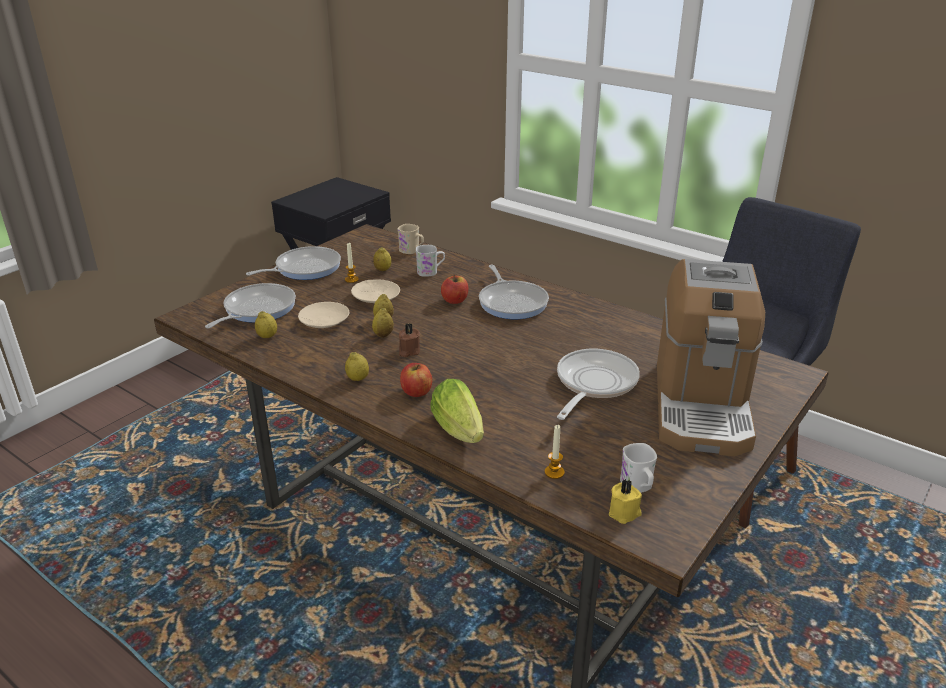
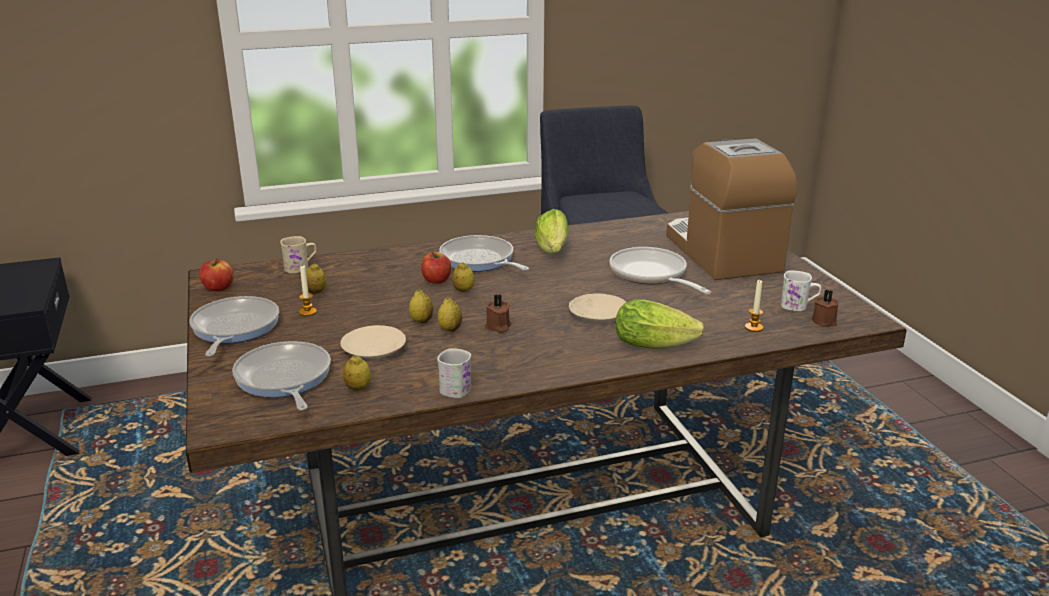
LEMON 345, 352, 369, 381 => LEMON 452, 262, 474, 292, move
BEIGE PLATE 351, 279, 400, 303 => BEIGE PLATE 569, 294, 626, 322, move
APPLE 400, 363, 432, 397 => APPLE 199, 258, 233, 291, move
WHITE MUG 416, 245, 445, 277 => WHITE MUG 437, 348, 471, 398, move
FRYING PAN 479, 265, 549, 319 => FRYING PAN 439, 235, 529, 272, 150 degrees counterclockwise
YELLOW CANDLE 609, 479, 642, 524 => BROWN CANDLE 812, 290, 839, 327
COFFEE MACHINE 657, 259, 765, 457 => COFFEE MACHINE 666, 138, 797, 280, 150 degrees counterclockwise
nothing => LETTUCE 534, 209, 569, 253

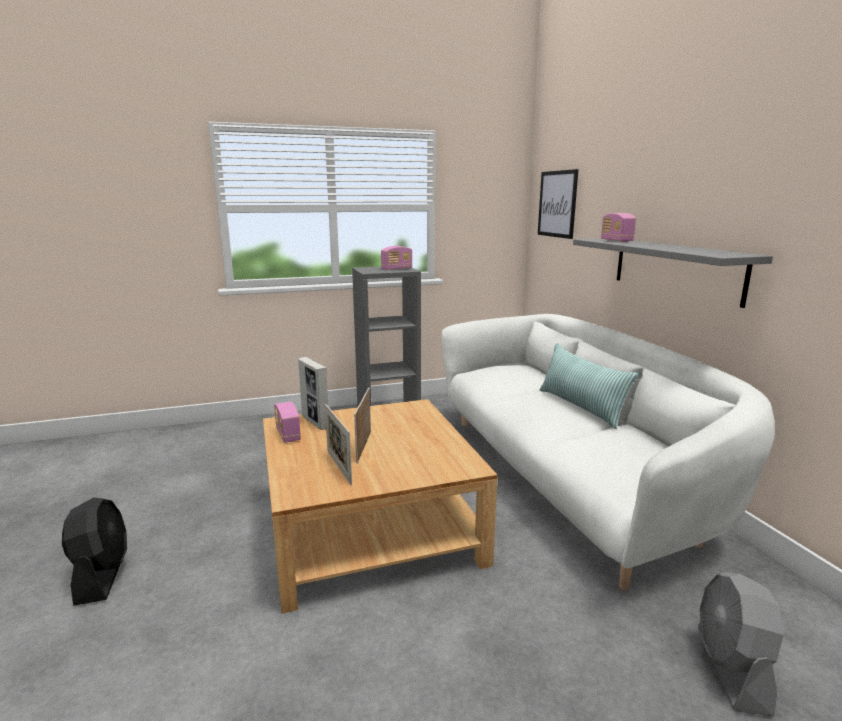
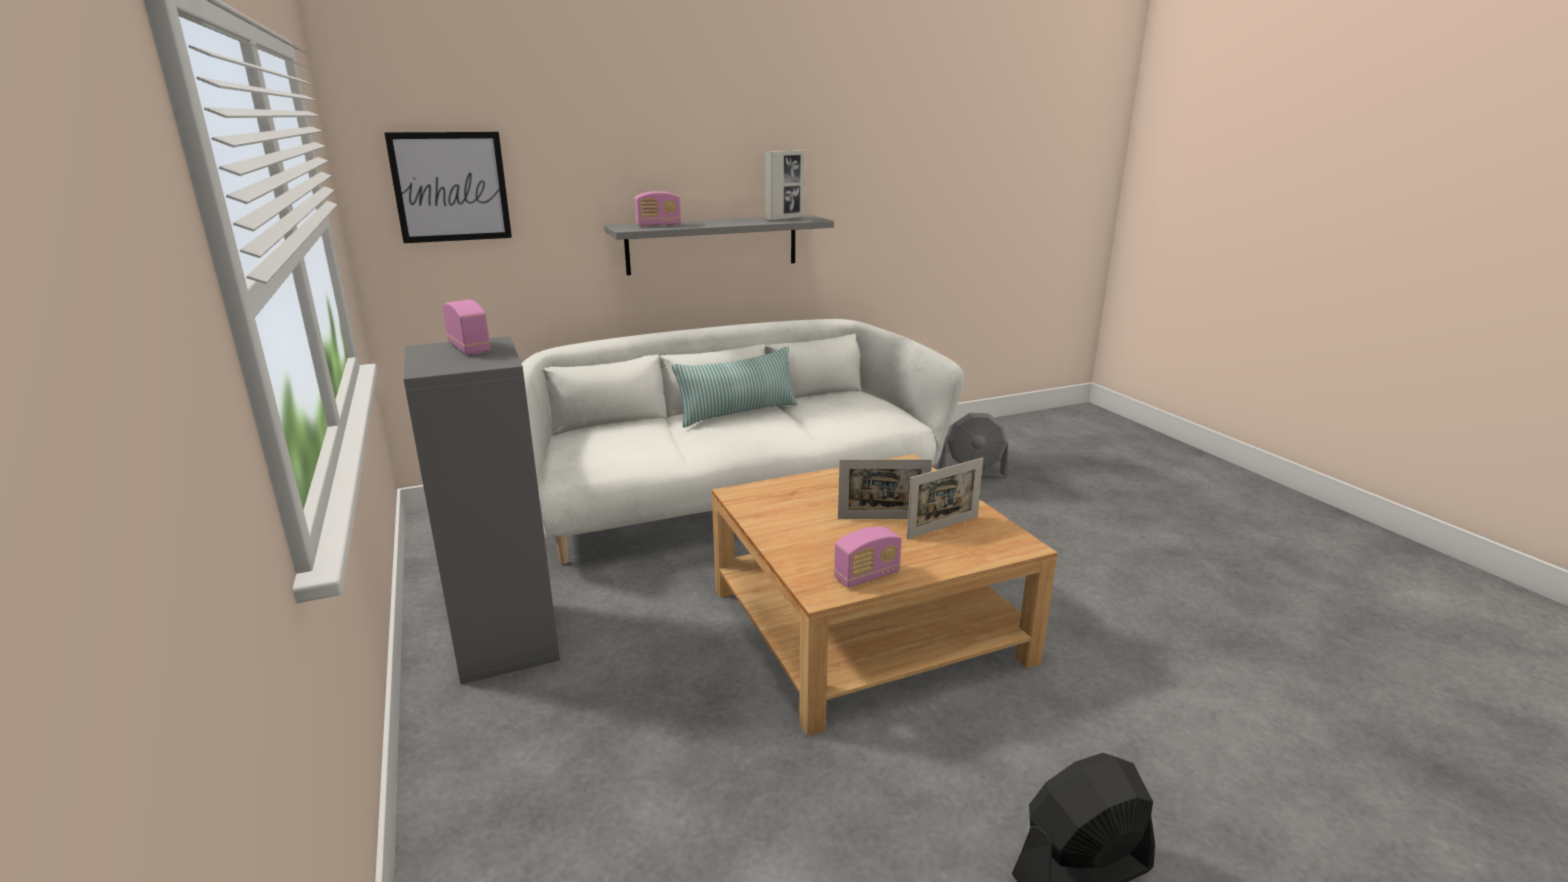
PICTURE FRAME 298, 357, 328, 430 => PICTURE FRAME 765, 150, 804, 221, move

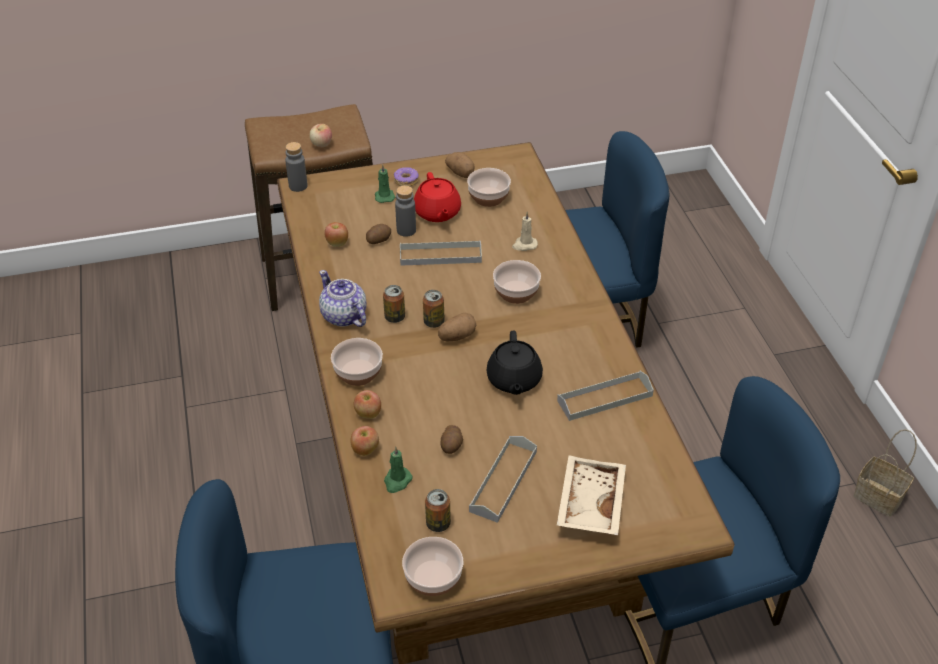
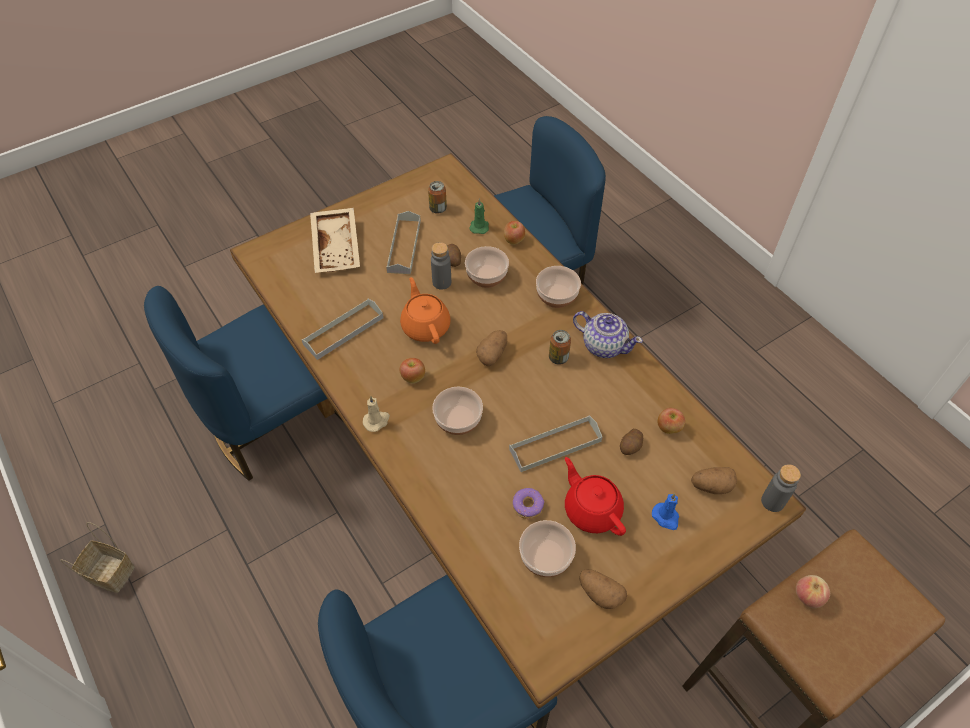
APPLE 354, 390, 381, 419 => APPLE 400, 358, 425, 383, move
GREEN CANDLE 375, 164, 395, 203 => BLUE CANDLE 652, 493, 679, 530
DONUT 394, 167, 419, 187 => DONUT 513, 488, 544, 519, move
GREY BOTTLE 395, 185, 416, 237 => GREY BOTTLE 431, 242, 451, 290, move
BOWL 402, 537, 463, 596 => BOWL 465, 246, 509, 288, move
CAN 423, 290, 445, 328 => nothing
BLACK TEAPOT 486, 331, 543, 395 => ORANGE TEAPOT 400, 277, 451, 344
BEIGE CANDLE 512, 212, 538, 251 => BEIGE CANDLE 363, 396, 390, 432, move
nothing => POTATO 691, 467, 737, 494

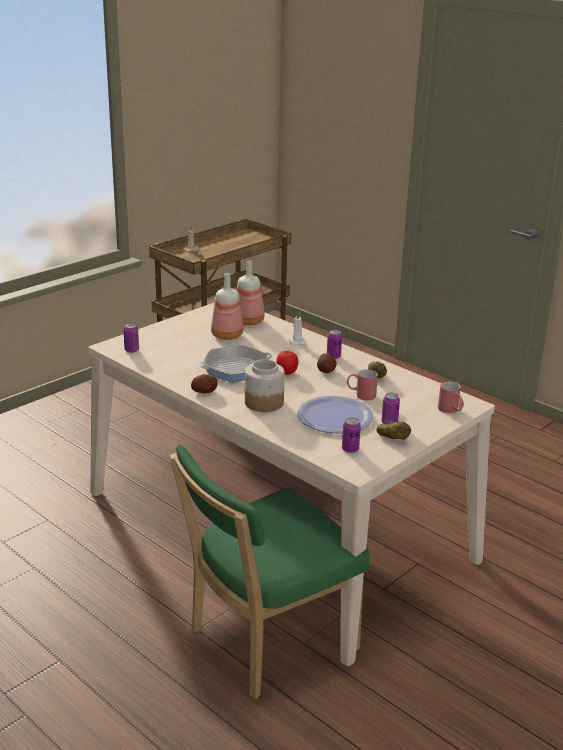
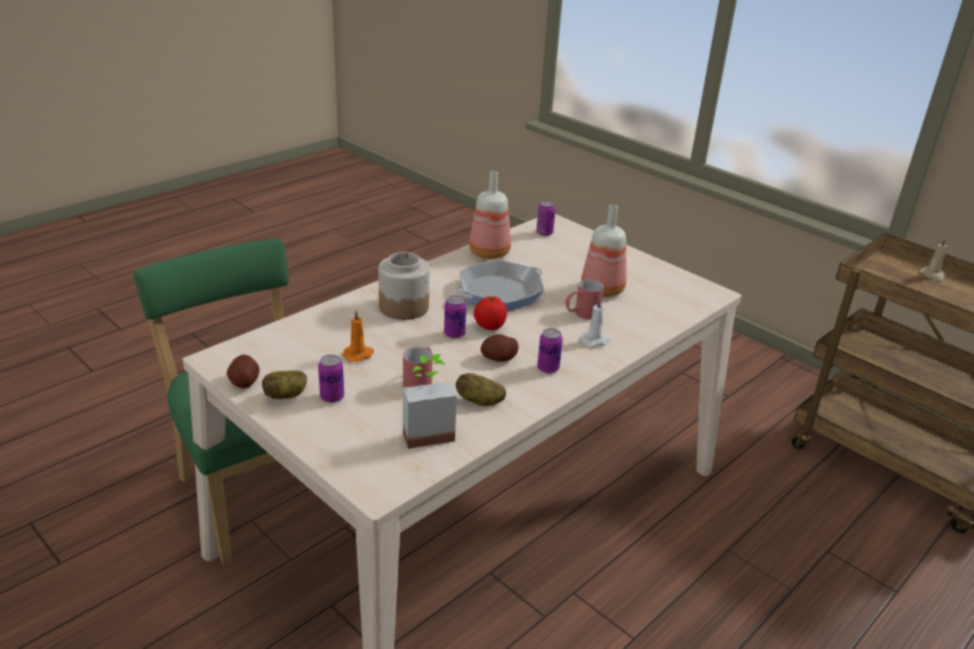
POTATO 191, 374, 218, 393 => POTATO 227, 355, 259, 388, move
FRYING PAN 199, 345, 272, 382 => FRYING PAN 457, 259, 543, 311, 105 degrees counterclockwise
BOTTLE 237, 260, 265, 325 => BOTTLE 469, 171, 511, 259, move
PLATE 297, 396, 374, 433 => ORANGE CANDLE 343, 309, 374, 362
CAN 342, 418, 361, 453 => CAN 444, 295, 466, 339, move
RED MUG 438, 382, 464, 413 => RED MUG 565, 279, 604, 320, move
nothing => POTTED PLANT 403, 354, 457, 449

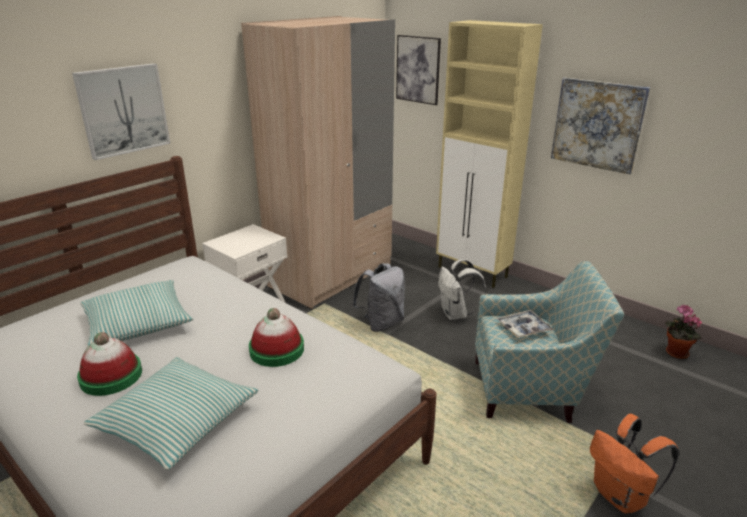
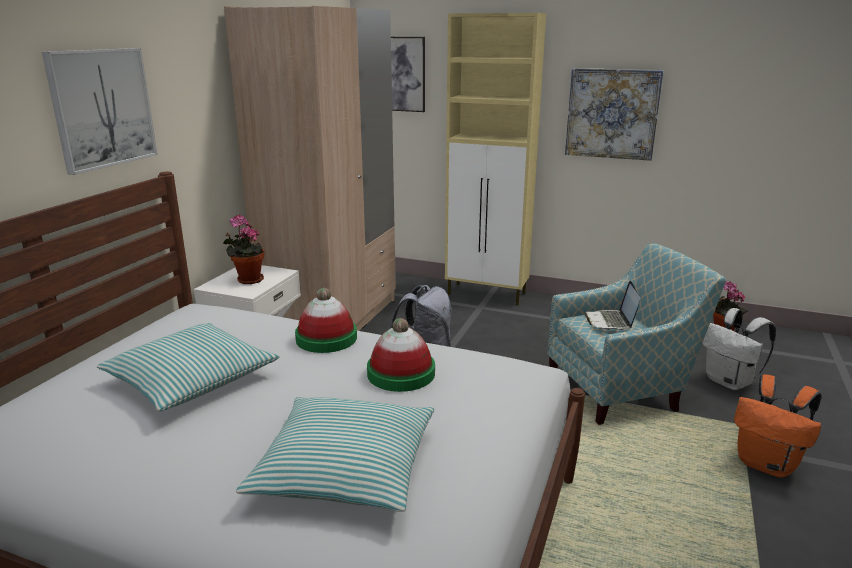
HAT 77, 332, 142, 396 => HAT 295, 288, 357, 353, move
WHITE BACKPACK 438, 259, 486, 320 => WHITE BACKPACK 702, 308, 776, 390, move
TRAY 497, 310, 553, 338 => LAPTOP 584, 281, 640, 330
nothing => POTTED PLANT 223, 215, 264, 284

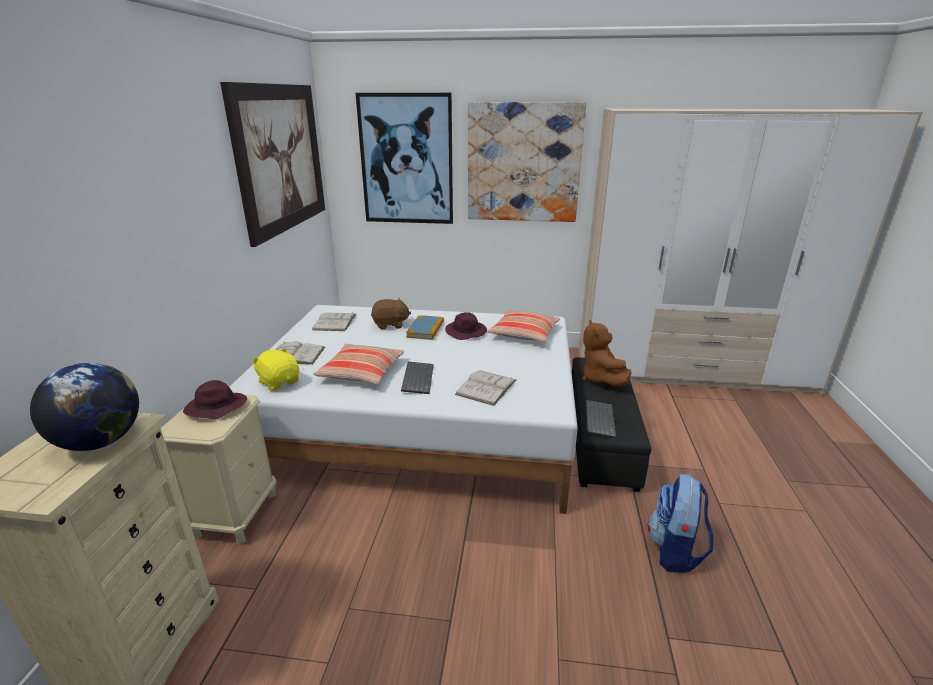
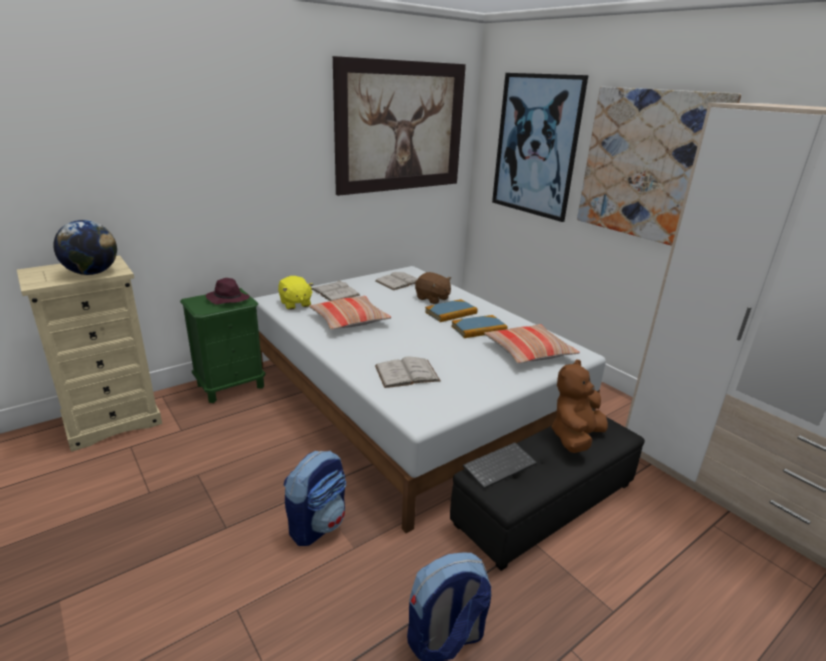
BEIGE NIGHTSTAND 161, 395, 277, 545 => GREEN NIGHTSTAND 180, 288, 266, 403
YELLOW PLUSH TOY 251, 348, 299, 391 => YELLOW PLUSH TOY 278, 276, 313, 310, 150 degrees clockwise
KEYBOARD 401, 362, 434, 394 => nothing
PURPLE HAT 445, 312, 487, 340 => BOOK 451, 315, 508, 338
nothing => BACKPACK 284, 451, 346, 546

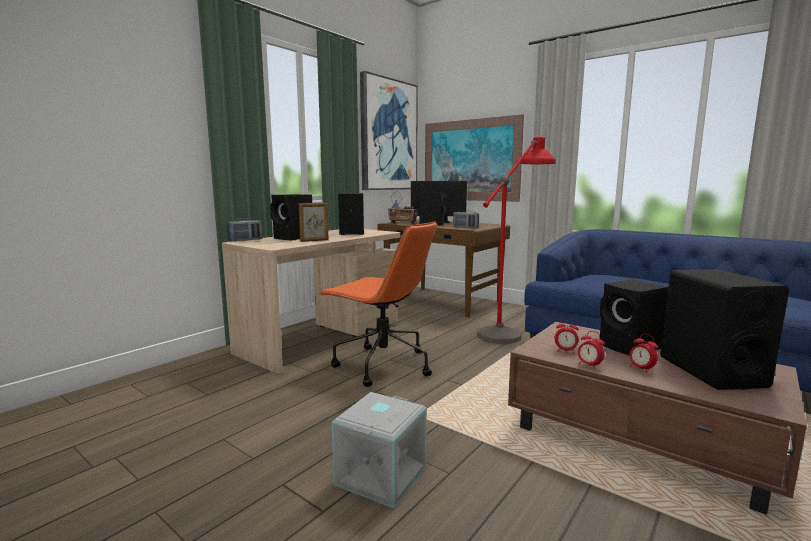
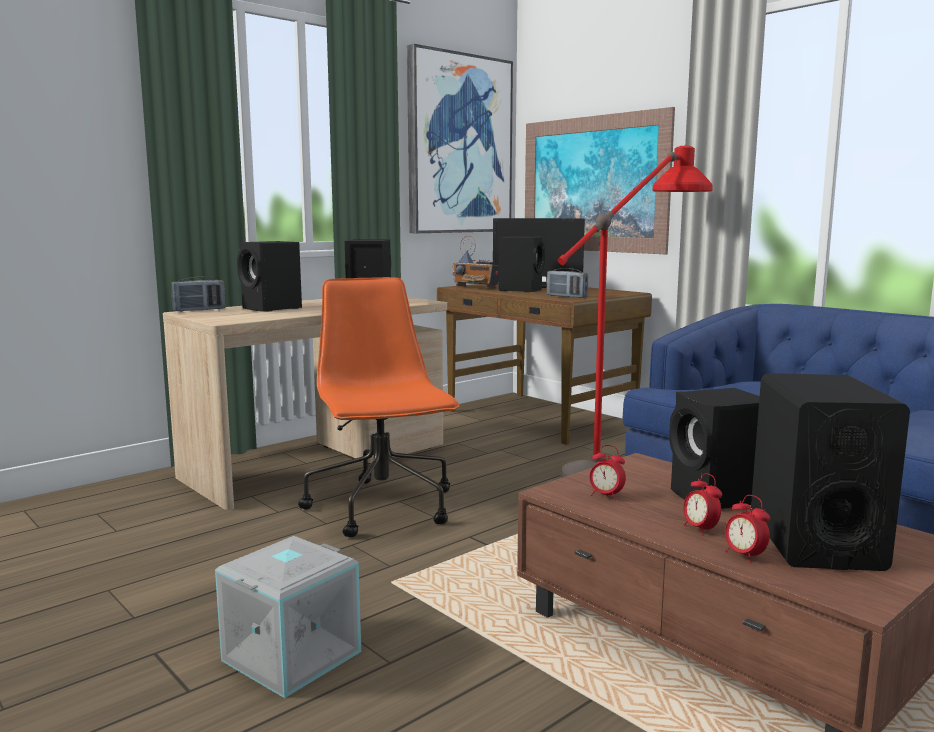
PICTURE FRAME 299, 203, 328, 242 => nothing
ORANGE OFFICE CHAIR 319, 221, 437, 387 => ORANGE OFFICE CHAIR 298, 277, 460, 537, 150 degrees counterclockwise
ALARM CLOCK 578, 331, 605, 368 => ALARM CLOCK 725, 495, 770, 563, move

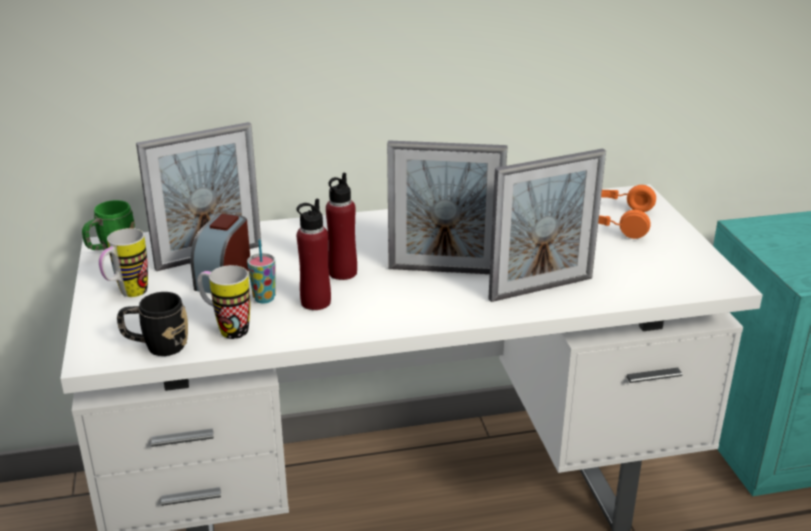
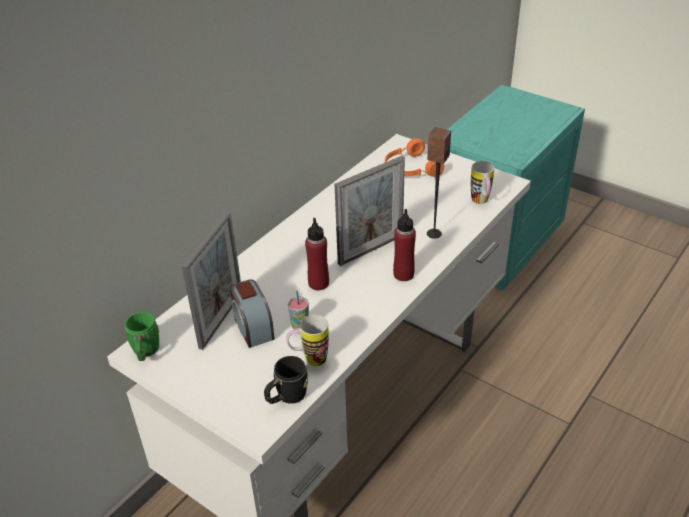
MUG 99, 228, 148, 297 => MUG 471, 161, 494, 204, move
RED BOTTLE 297, 199, 331, 310 => RED BOTTLE 393, 209, 416, 281, move
PICTURE FRAME 488, 149, 606, 302 => SPEAKER 427, 127, 451, 239

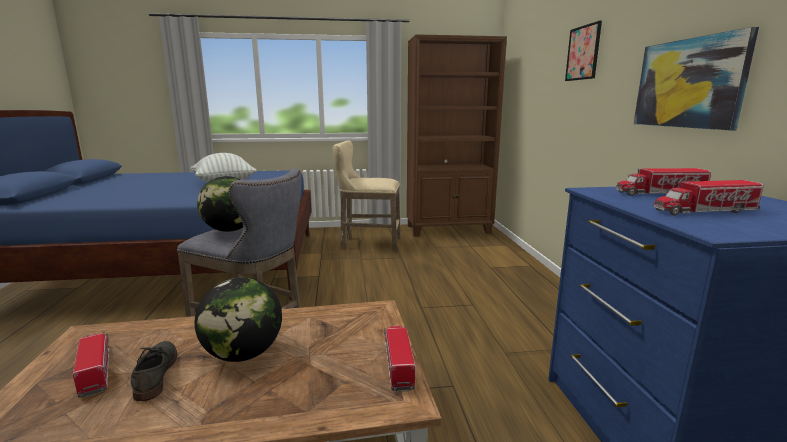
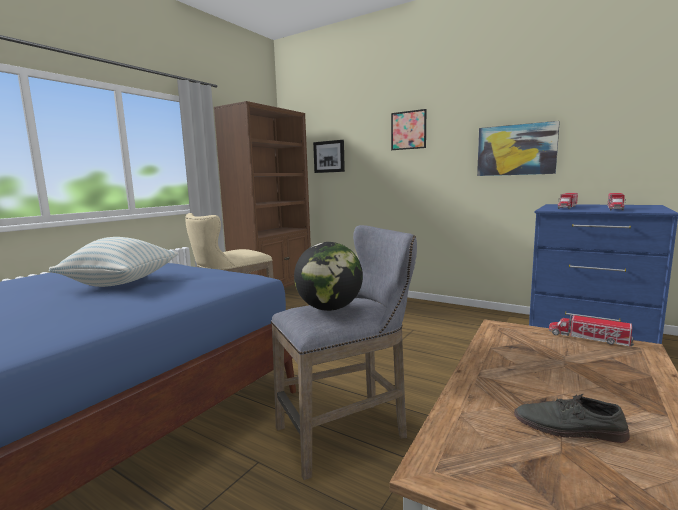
TOY TRUCK 73, 332, 110, 398 => nothing
GLOBE 195, 277, 282, 362 => nothing
nothing => PICTURE 313, 140, 345, 173

